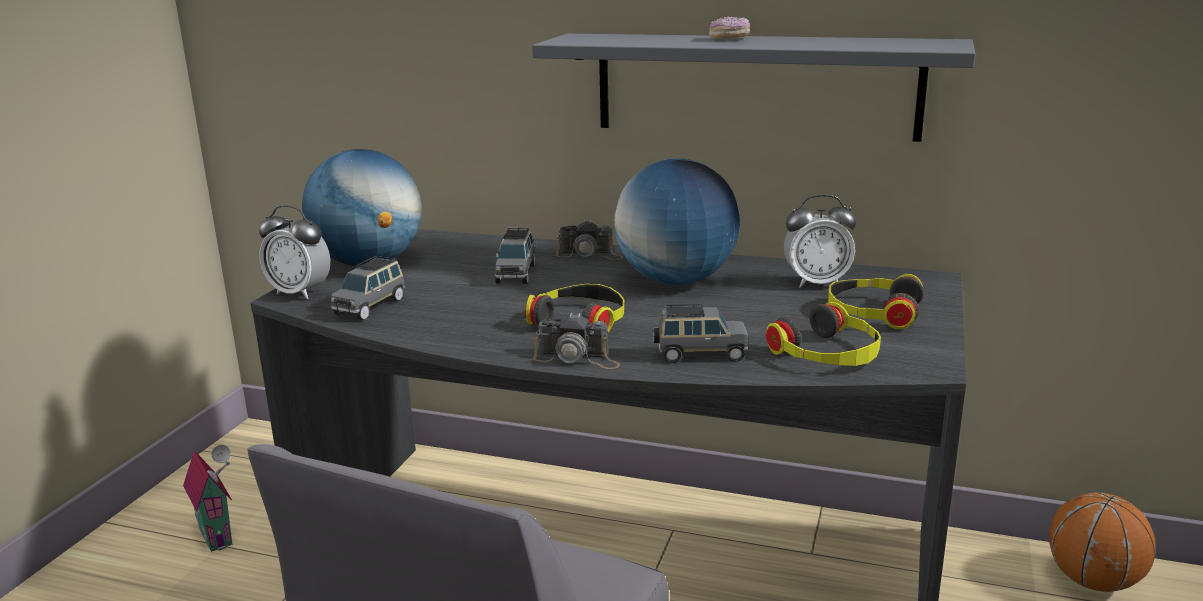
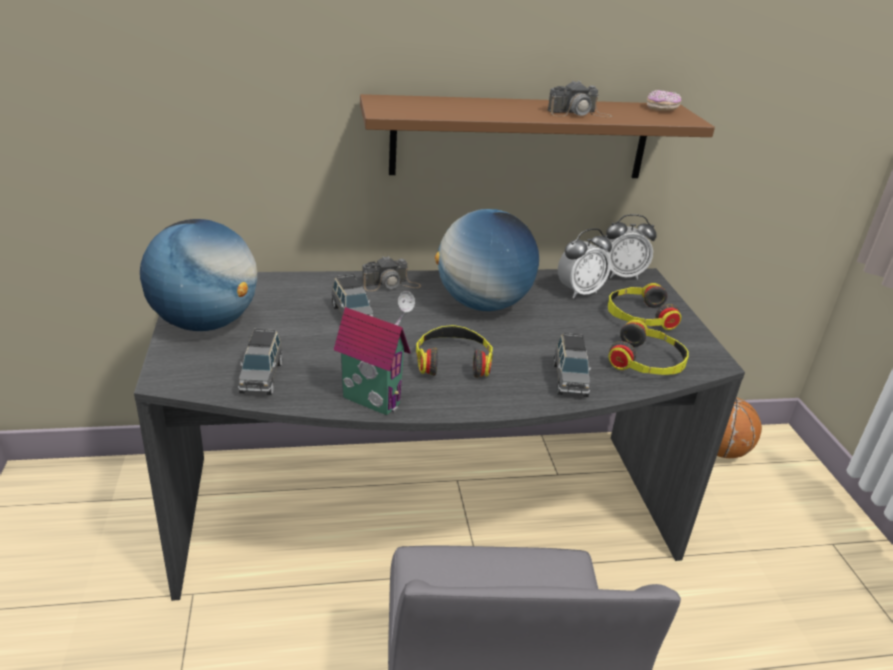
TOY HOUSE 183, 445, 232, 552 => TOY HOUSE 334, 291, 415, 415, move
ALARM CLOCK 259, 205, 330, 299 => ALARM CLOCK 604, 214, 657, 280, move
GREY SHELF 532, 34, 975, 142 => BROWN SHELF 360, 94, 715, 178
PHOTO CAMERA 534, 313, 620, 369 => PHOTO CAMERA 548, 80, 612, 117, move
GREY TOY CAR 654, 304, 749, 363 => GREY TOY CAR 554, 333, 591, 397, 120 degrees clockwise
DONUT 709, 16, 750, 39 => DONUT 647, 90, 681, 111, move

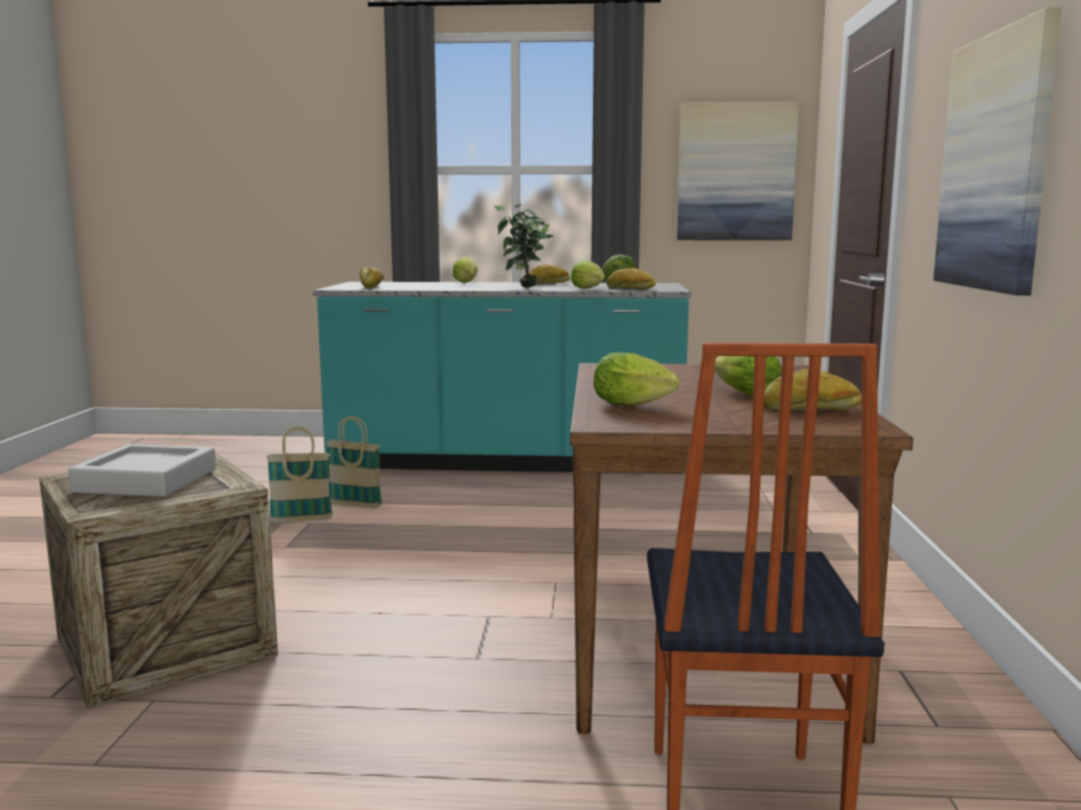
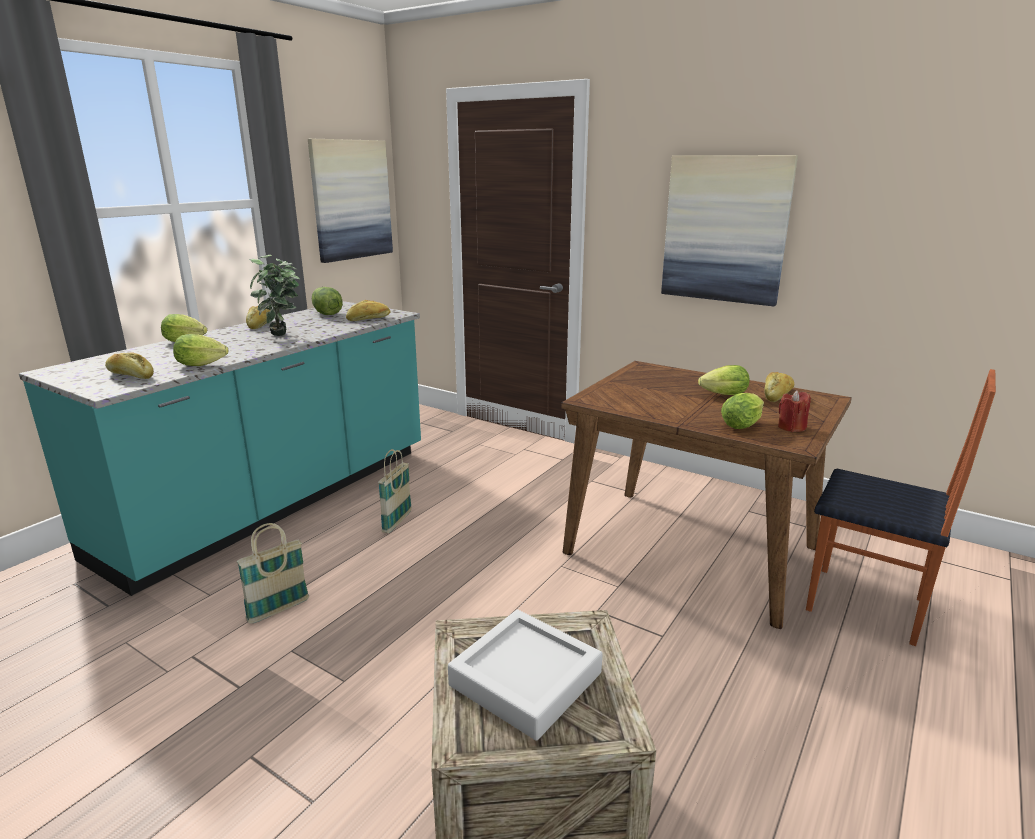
BASKET 267, 426, 333, 523 => BASKET 378, 449, 412, 533, move
LETTUCE 571, 260, 605, 289 => LETTUCE 173, 334, 228, 366, move
nothing => RED CANDLE 778, 391, 811, 432

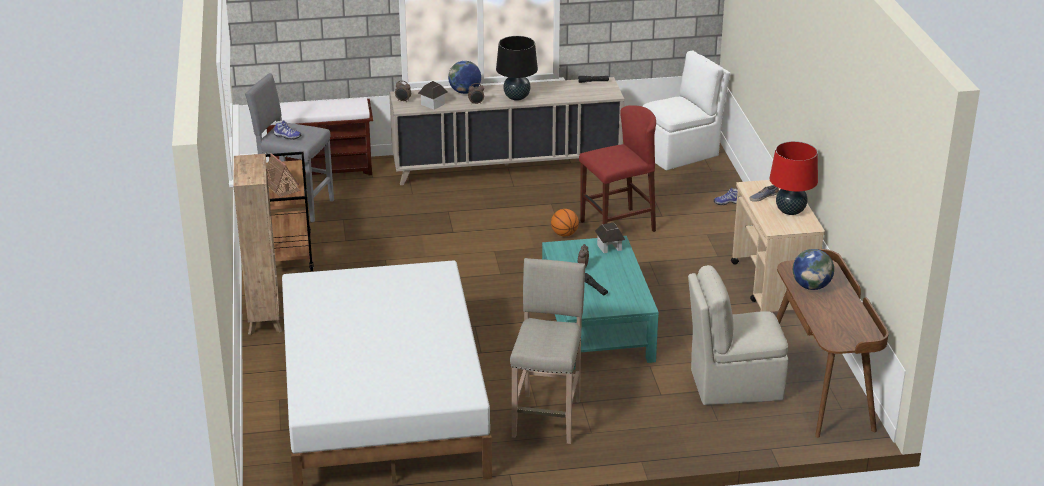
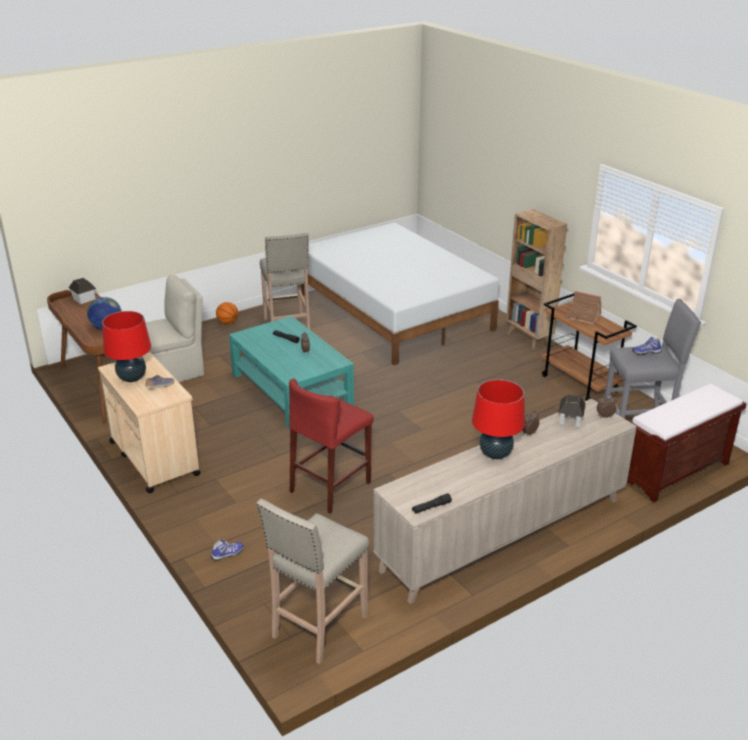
GLOBE 448, 61, 481, 94 => nothing
BLACK TABLE LAMP 496, 36, 538, 101 => RED TABLE LAMP 472, 379, 525, 459
BASKETBALL 551, 209, 579, 236 => BASKETBALL 216, 302, 238, 324, move
TOY HOUSE 595, 222, 626, 253 => TOY HOUSE 69, 278, 96, 304, move
WHITE CHAIR 642, 51, 730, 170 => BEIGE STOOL 257, 499, 369, 664

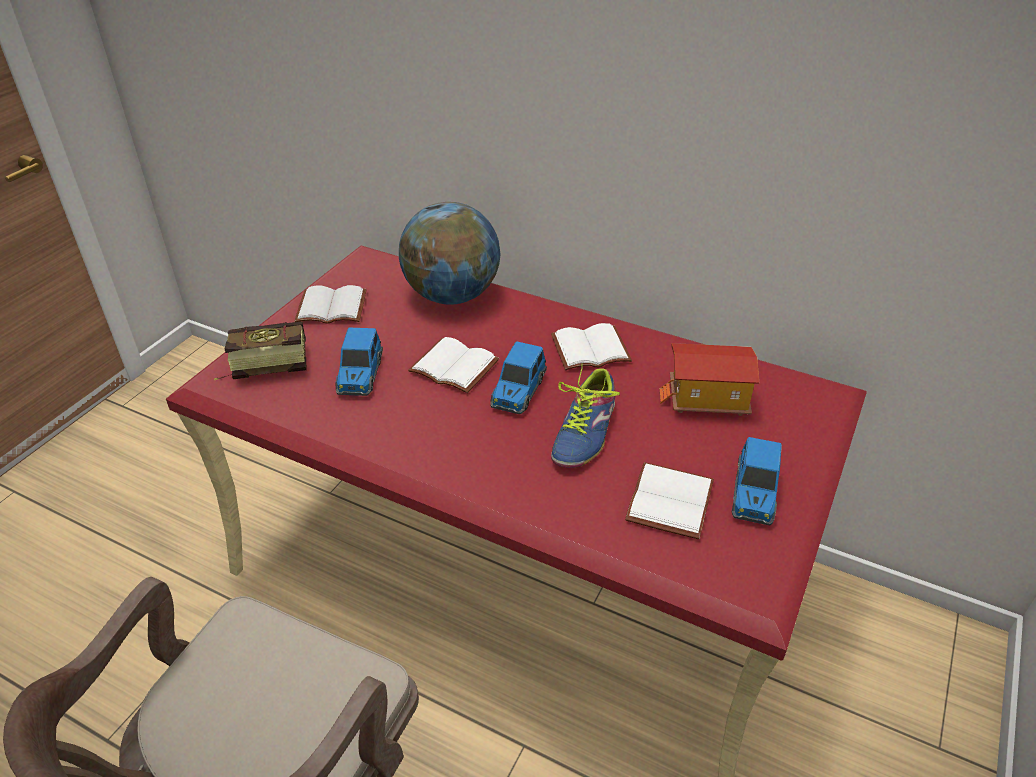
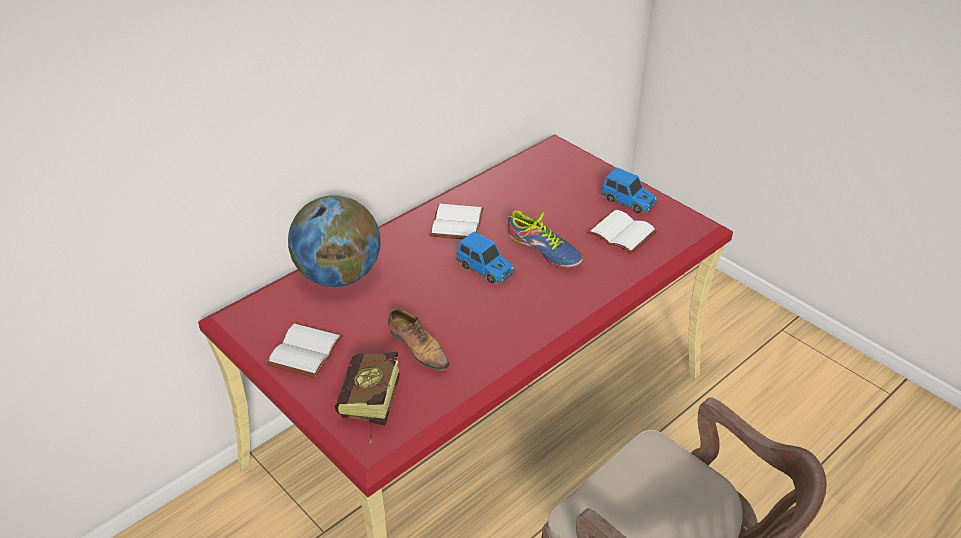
TOY CAR 336, 328, 383, 396 => SHOE 388, 309, 450, 371
WHITE BOOK 408, 337, 499, 393 => nothing
TOY HOUSE 659, 343, 759, 416 => nothing

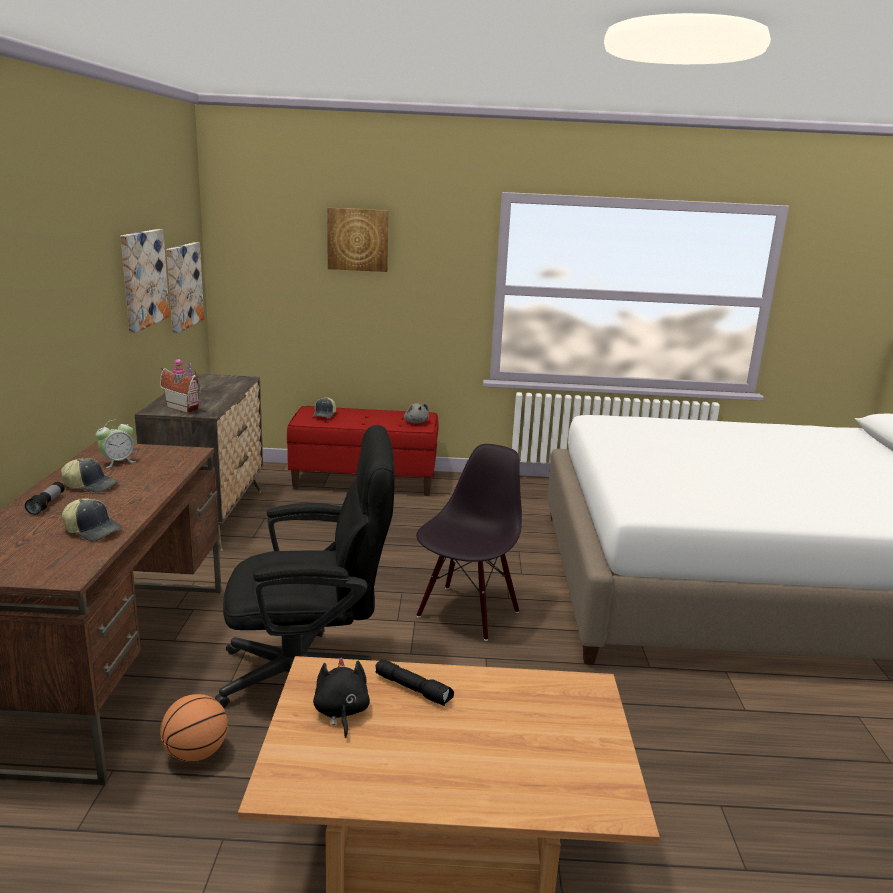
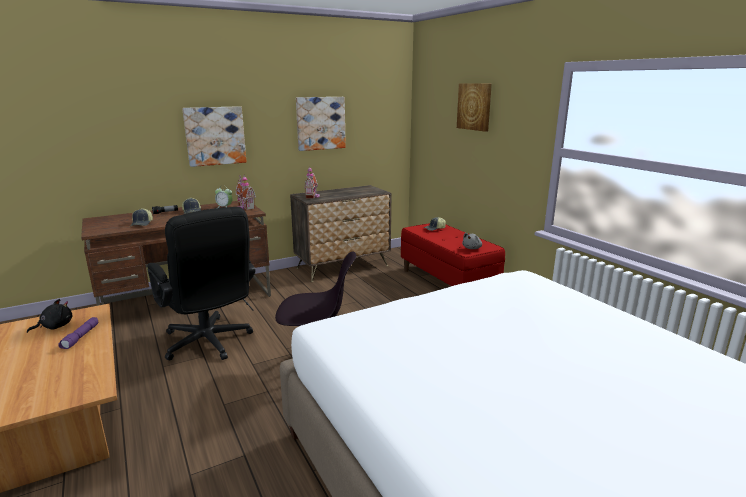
BASKETBALL 160, 694, 228, 762 => nothing
PICTURE 167, 242, 204, 333 => PICTURE 182, 106, 247, 167, move
BLACK FLASHLIGHT 375, 659, 454, 706 => PURPLE FLASHLIGHT 58, 317, 99, 349
nothing => TOY HOUSE 236, 176, 256, 210

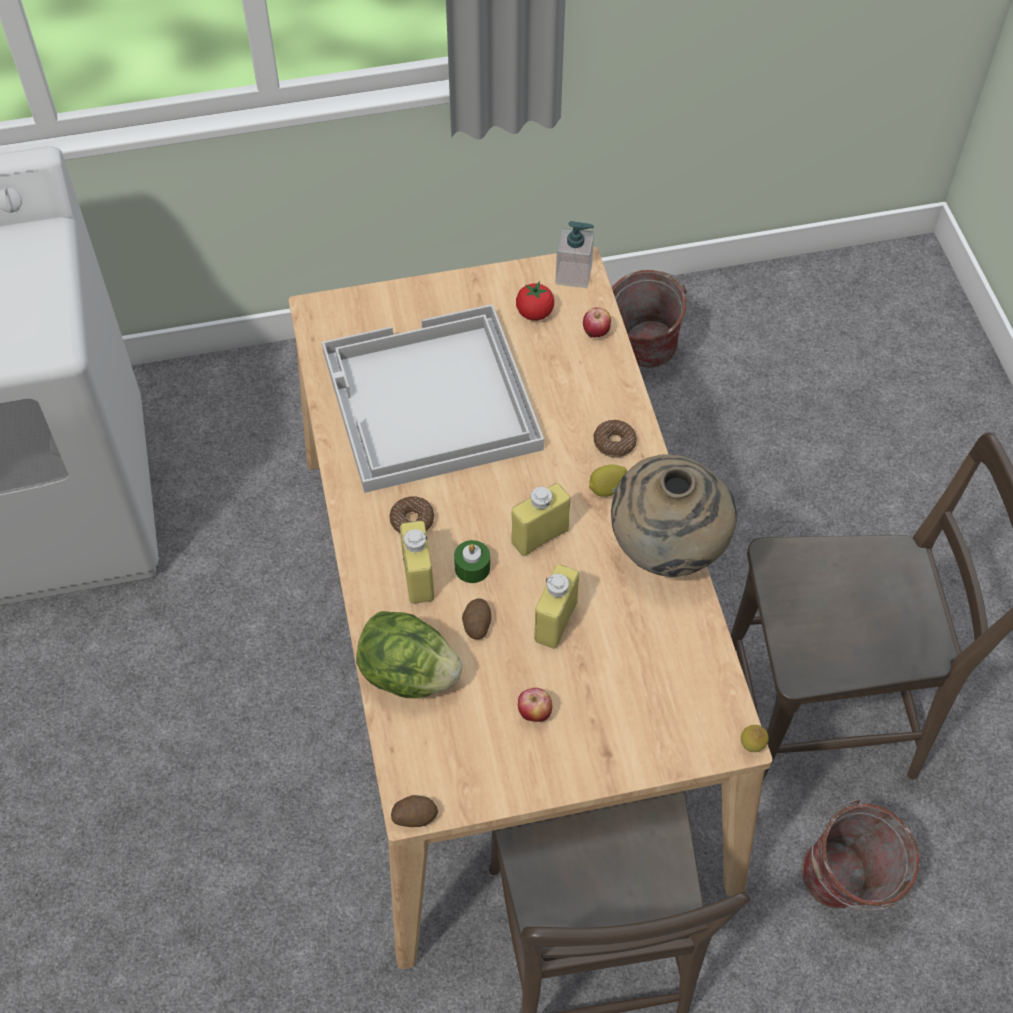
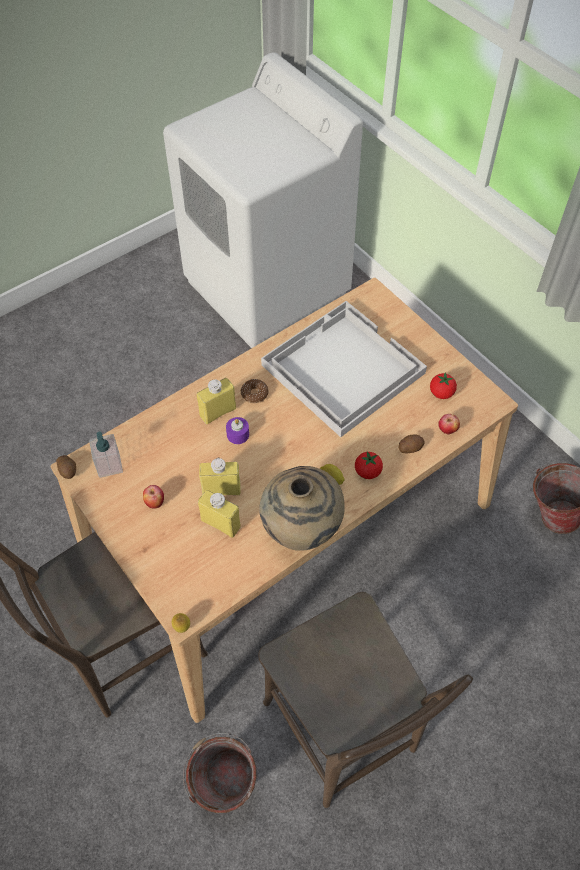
LETTUCE 356, 611, 463, 698 => nothing
GREEN CANDLE 454, 540, 490, 583 => PURPLE CANDLE 226, 417, 249, 444
POTATO 462, 599, 491, 639 => POTATO 399, 434, 425, 453, move
YELLOW BOTTLE 511, 483, 570, 556 => YELLOW BOTTLE 198, 490, 241, 538, move
SOAP DISPENSER 556, 221, 594, 288 => SOAP DISPENSER 89, 431, 123, 478, move
DONUT 593, 420, 637, 457 => TOMATO 355, 451, 383, 479

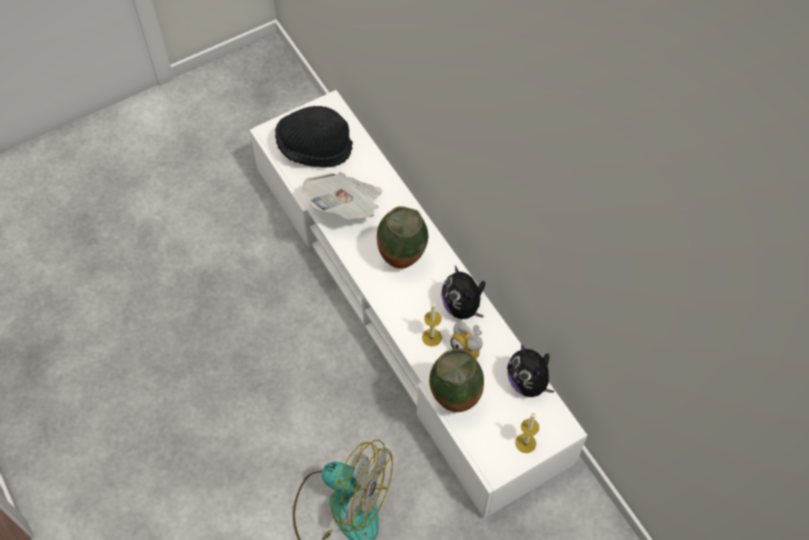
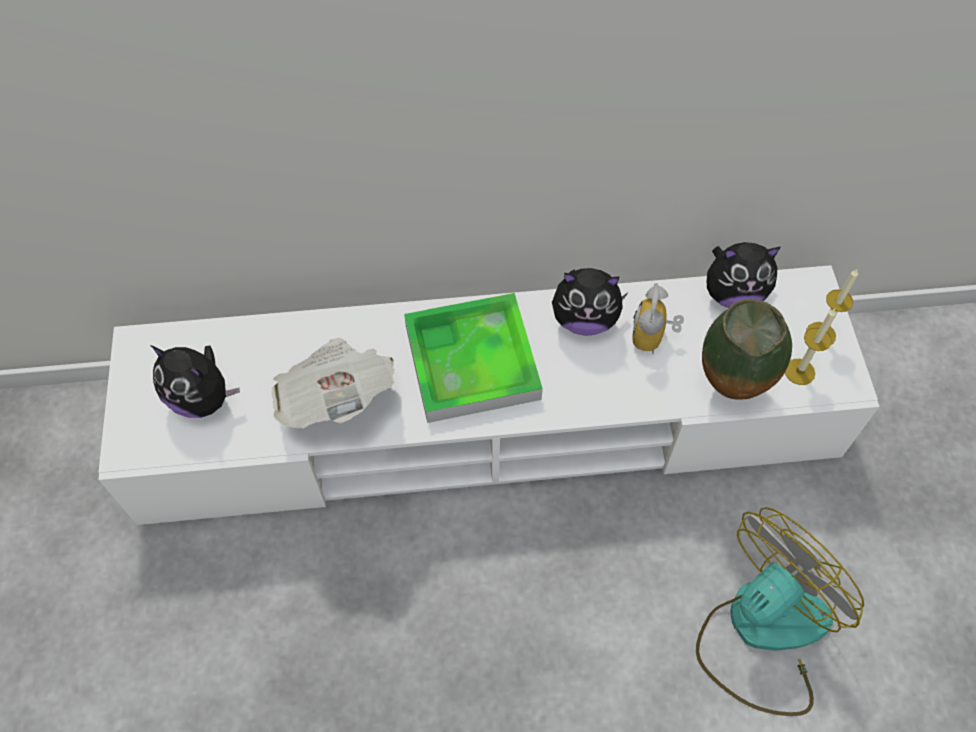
BLACK HAT 275, 106, 353, 168 => PLUSH TOY 150, 345, 240, 418
VASE 377, 206, 428, 269 => TRAY 404, 293, 543, 423
CANDLE 422, 302, 442, 346 => CANDLE 785, 309, 836, 385, move
ALARM CLOCK 450, 322, 482, 359 => ALARM CLOCK 632, 283, 684, 354, 120 degrees clockwise

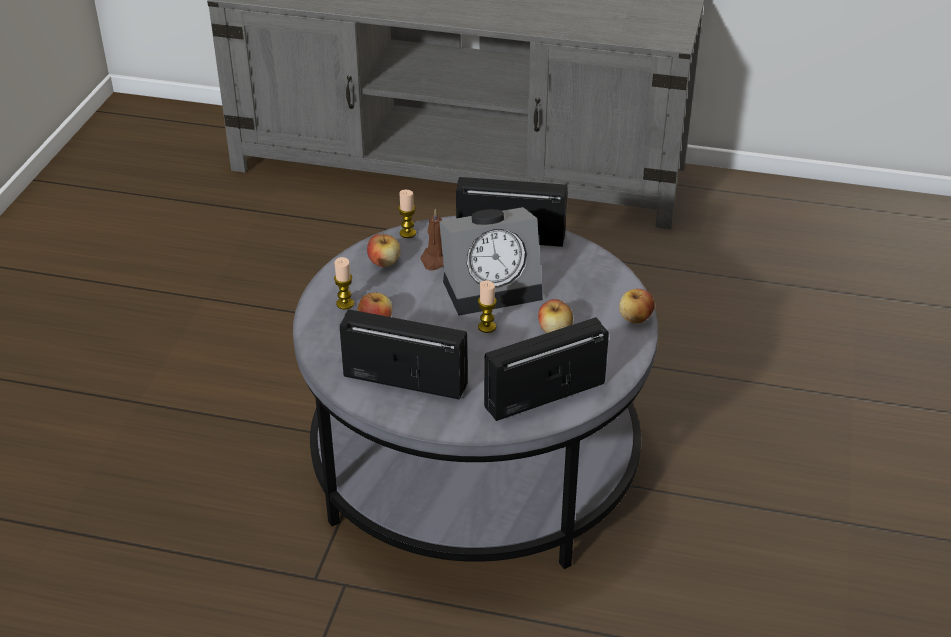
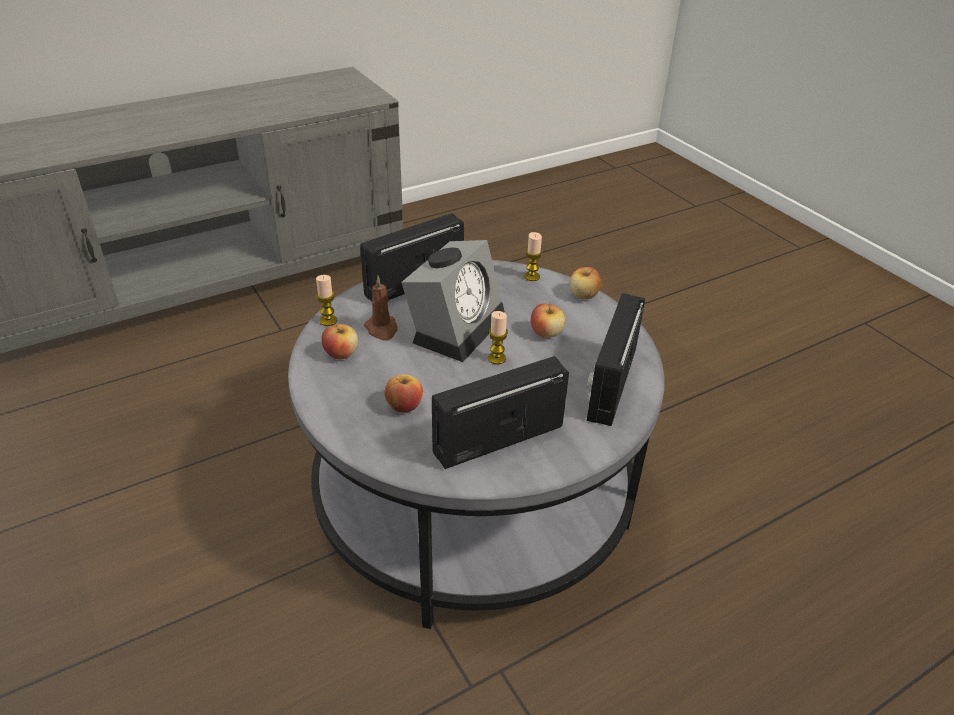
CANDLE 334, 257, 354, 309 => CANDLE 524, 232, 542, 281, move

